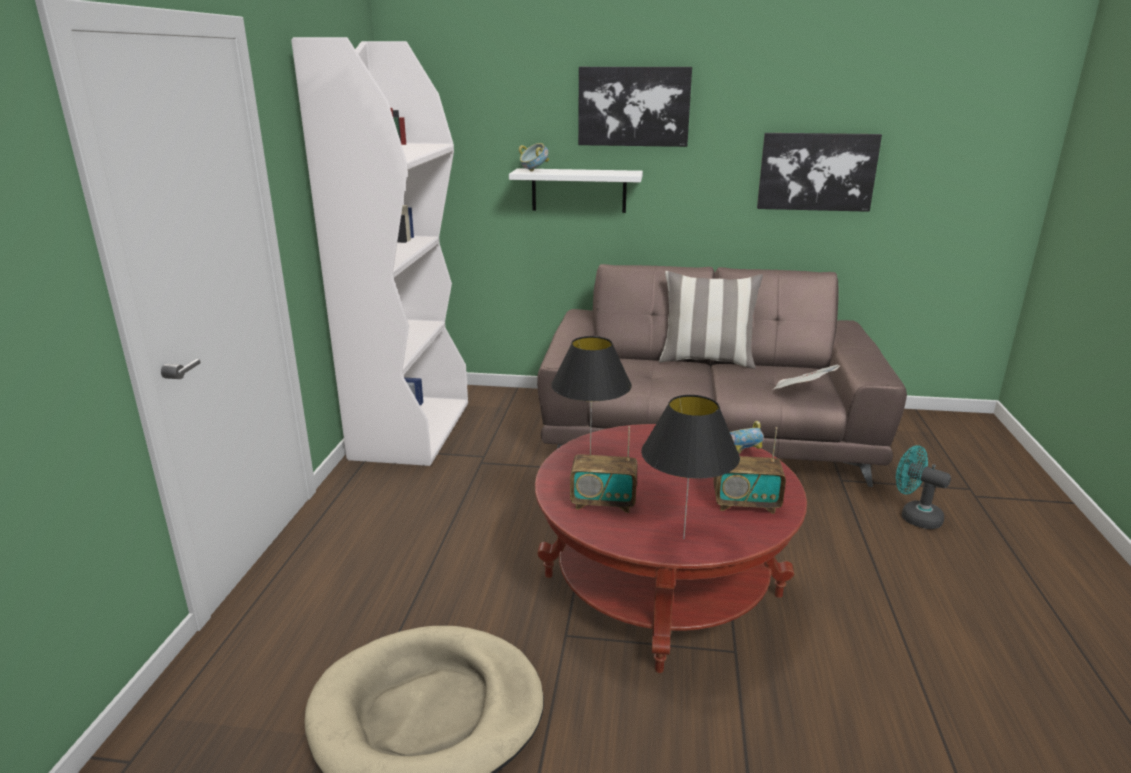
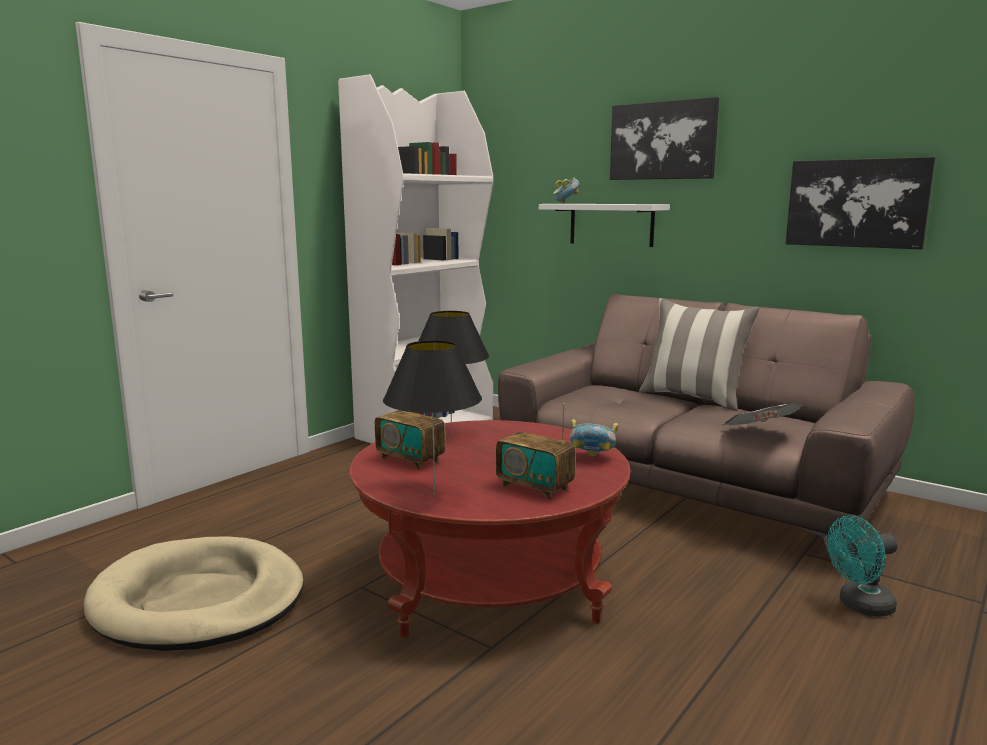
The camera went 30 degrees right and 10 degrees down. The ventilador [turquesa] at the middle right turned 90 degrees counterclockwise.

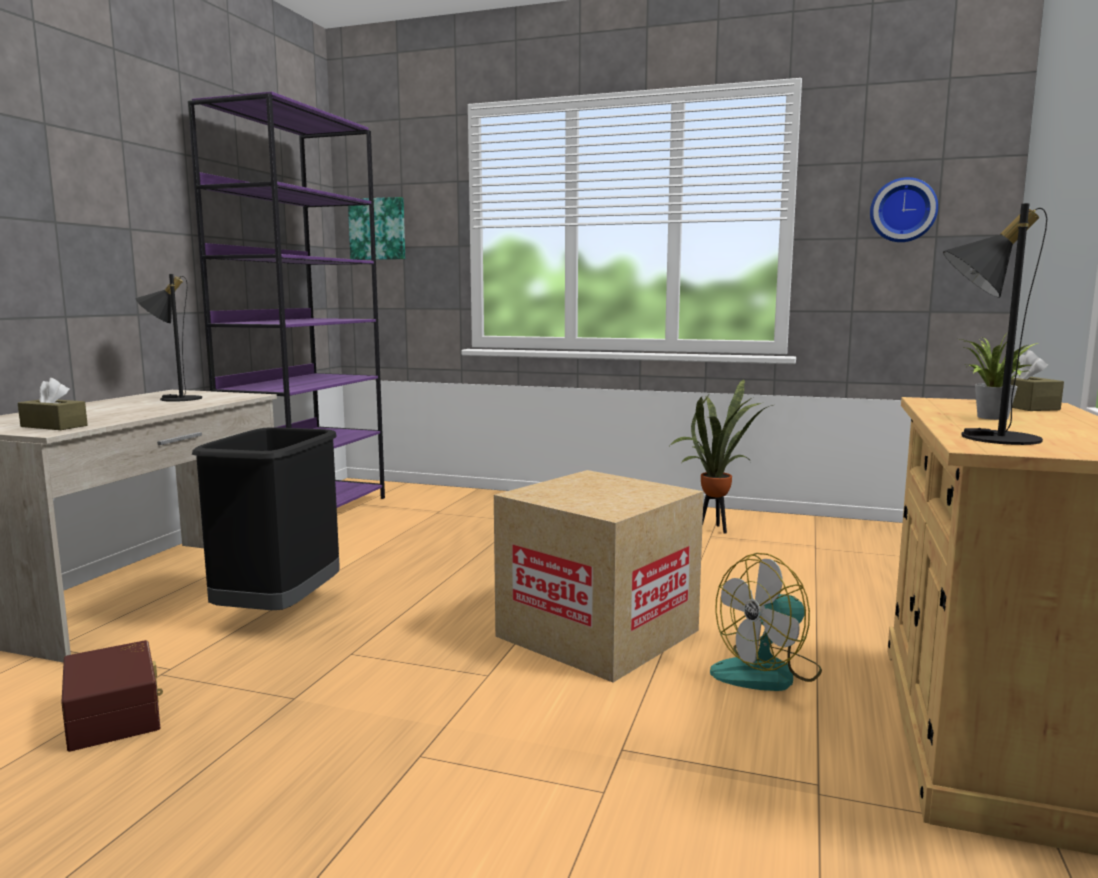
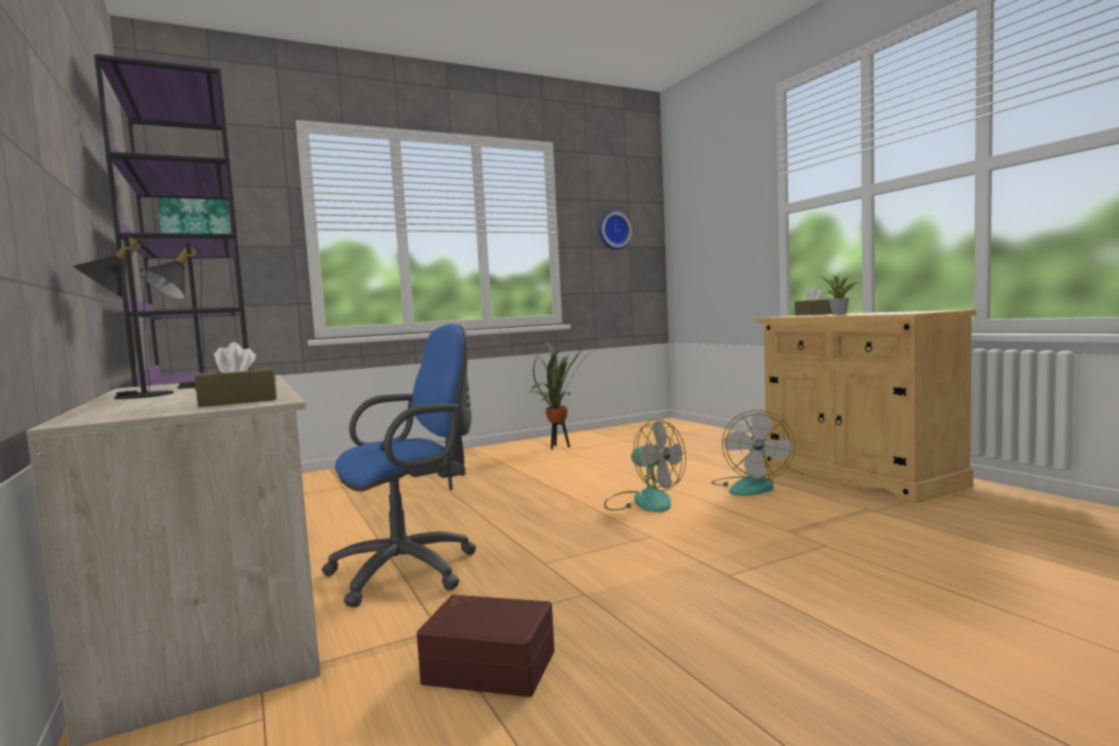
The camera went 45 degrees left and 5 degrees down. The lámpara de mesa [negro] (no. 2 from left in the first image) moved from the middle right to the middle left. The papelera [negro] at the middle left was replaced by the silla de oficina [azul] at the centre. The caja de cartón at the centre was replaced by the ventilador (no. 1 from left) at the centre.

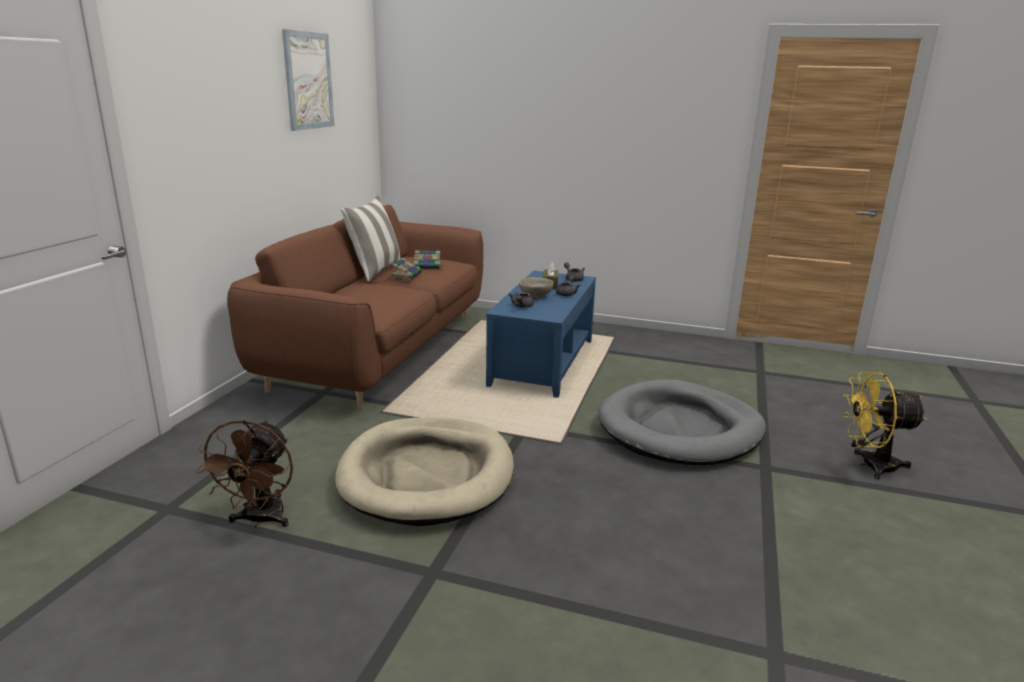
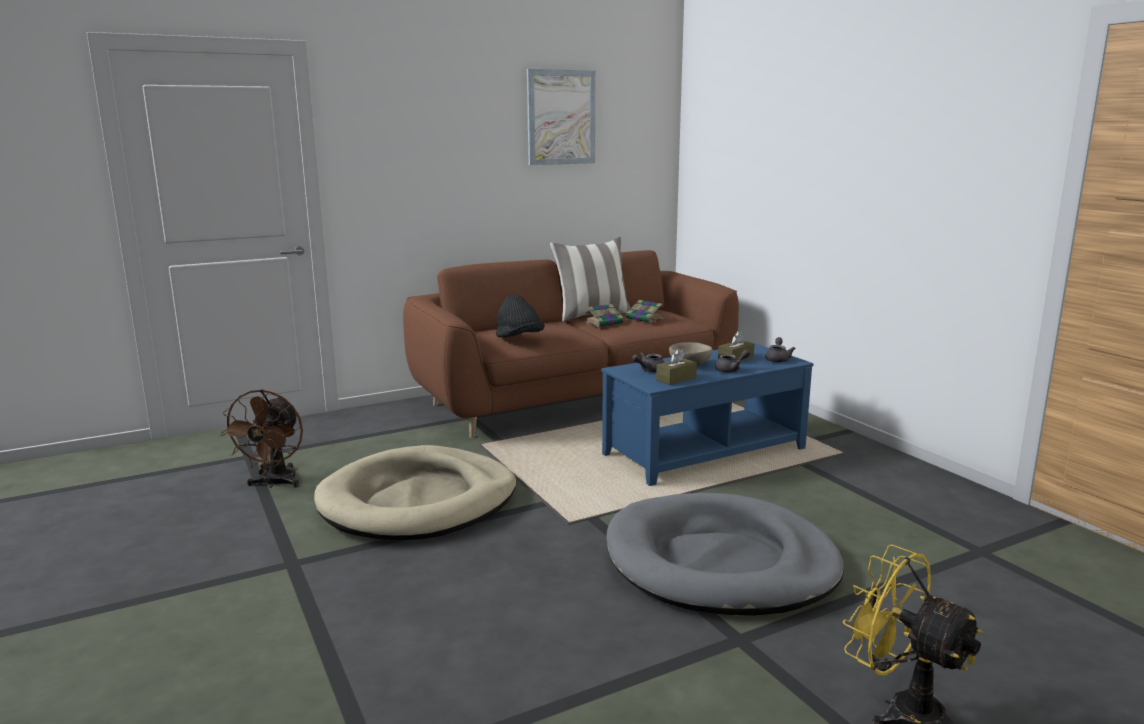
The camera went 45 degrees right and 5 degrees down. The sombrero [negro] at the centre appeared. The caja de pañuelos [marrón] (no. 1 from left) at the centre appeared. The ventilador [marrón] at the bottom left turned 45 degrees counterclockwise.

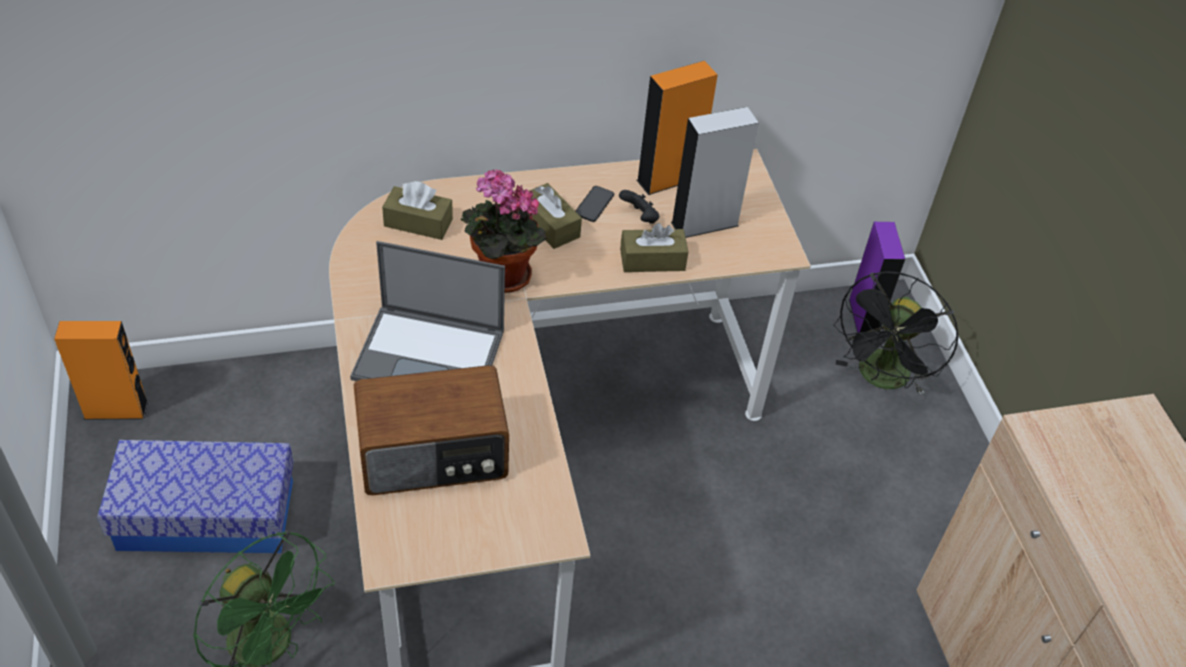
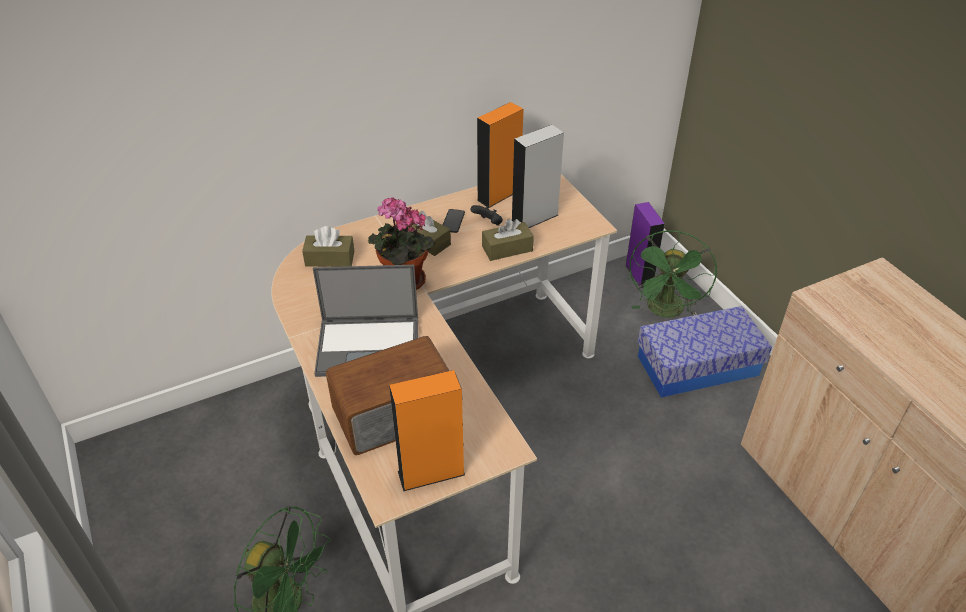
The camera went 10 degrees left and 5 degrees down. The altavoz [naranja] (no. 1 from left) moved from the middle left to the bottom centre. The caja de almacenaje moved from the bottom left to the middle right. The ventilador [negro] at the middle right became the ventilador [verde] (no. 2 from left) at the middle right.

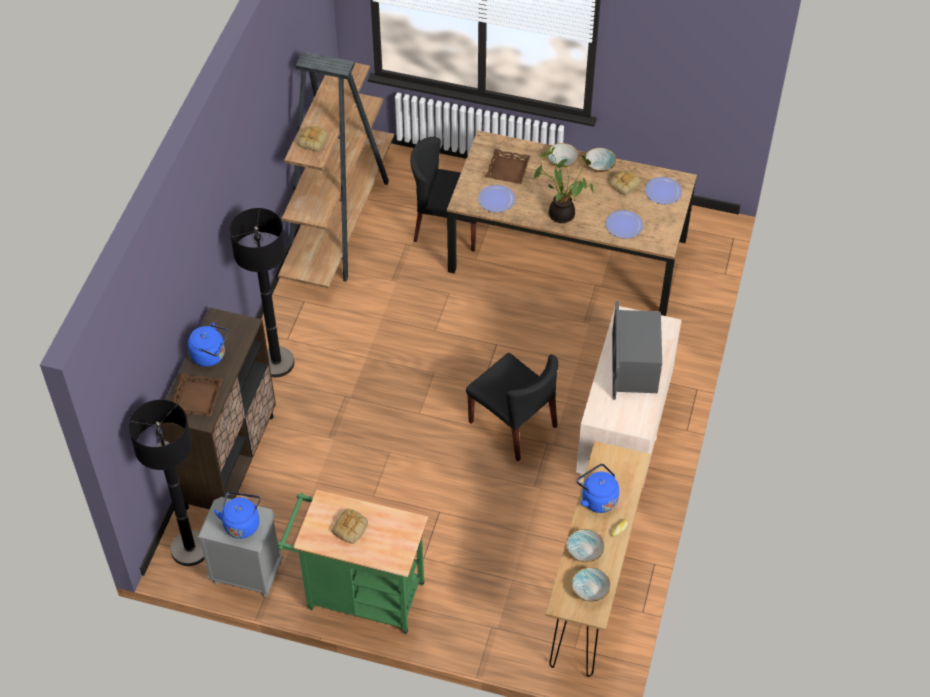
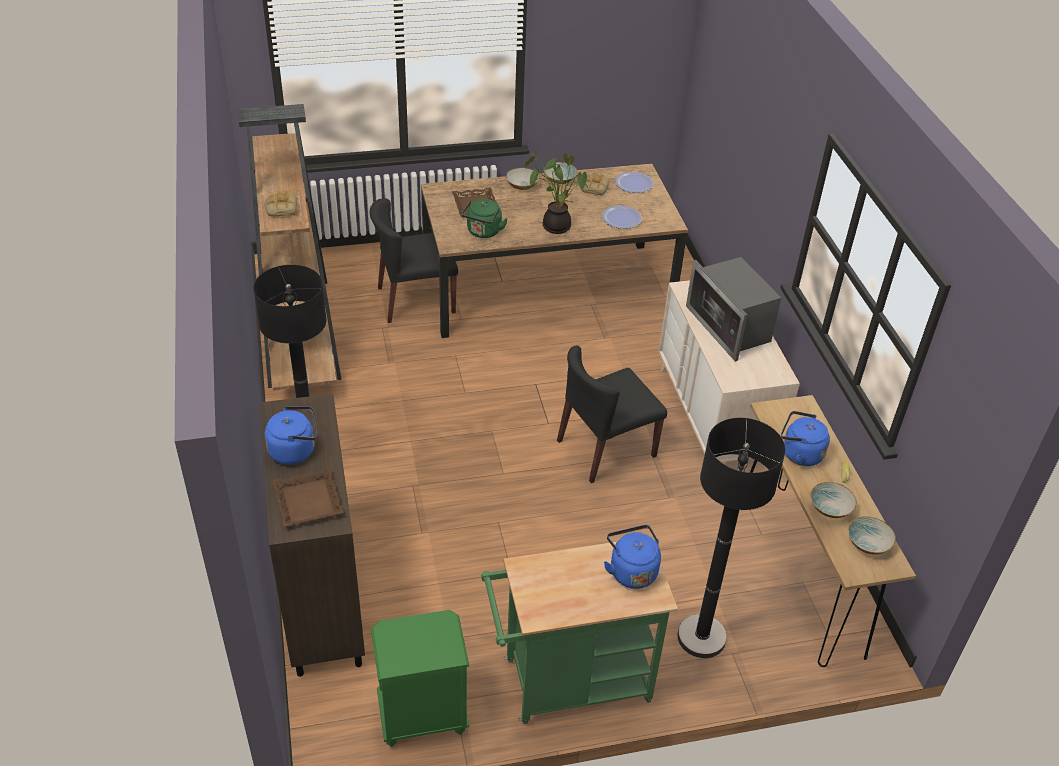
The camera went 30 degrees left and 10 degrees down. The pan (no. 2 from left) at the bottom centre disappeared. The lámpara de pie [negro] (no. 1 from left in the first image) moved from the bottom left to the bottom right. The hervidor [azul] (no. 2 from left) moved from the bottom left to the bottom centre. The plato (no. 1 from left) at the top centre was replaced by the hervidor [verde] at the top centre. The mesita de noche [gris] at the bottom left became the mesita de noche [verde] at the bottom centre. The silla [negro] (no. 2 from left) at the centre turned 135 degrees clockwise.

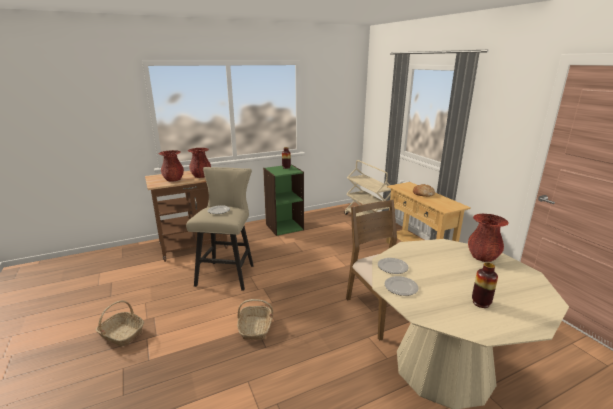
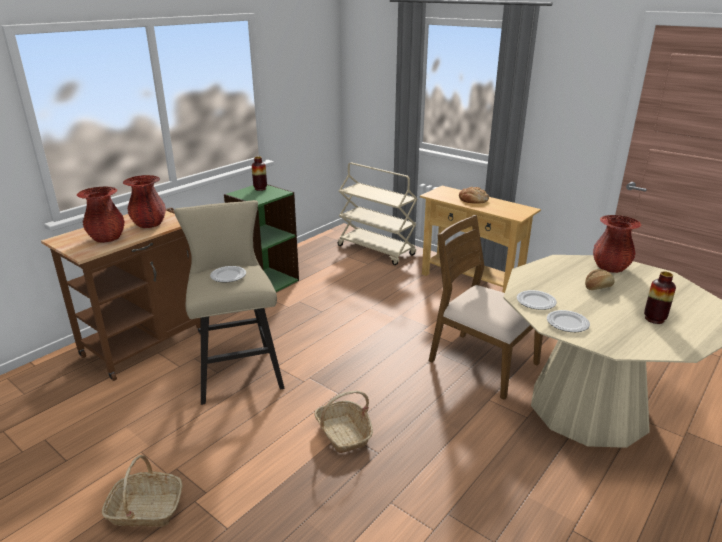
The camera went 25 degrees left and 5 degrees up. The pan (no. 2 from left) at the middle right appeared.

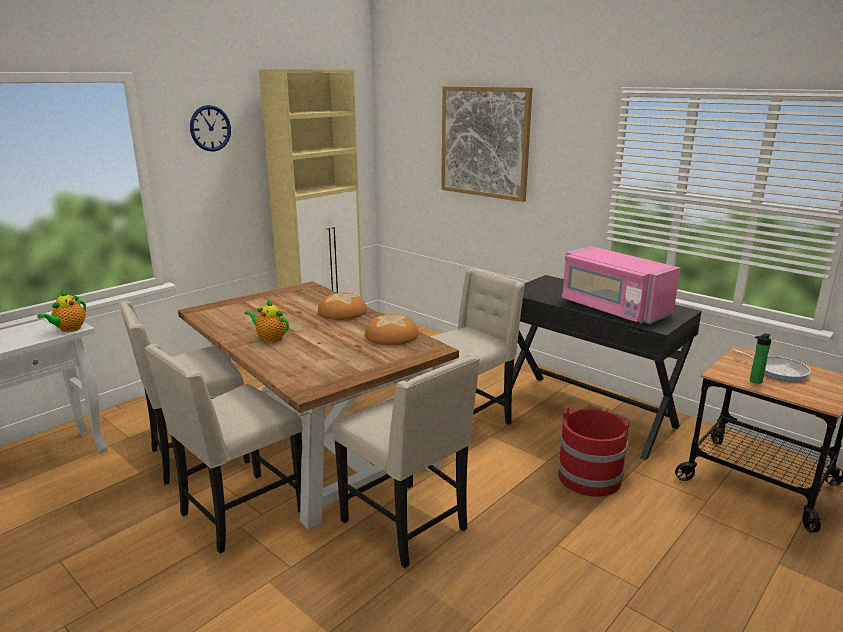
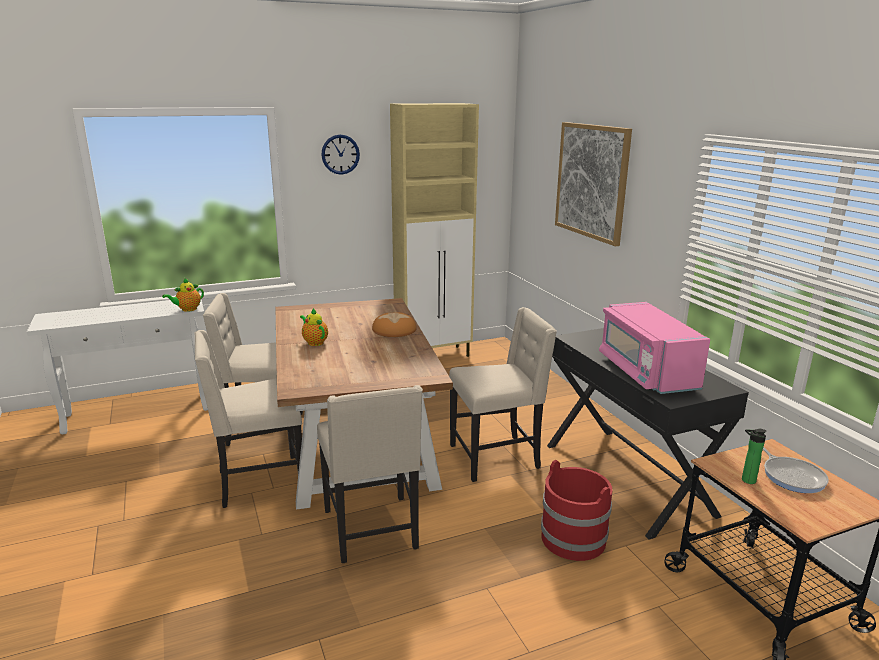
The camera went 25 degrees right and 0 degrees up. The pan (no. 2 from left) at the centre disappeared.

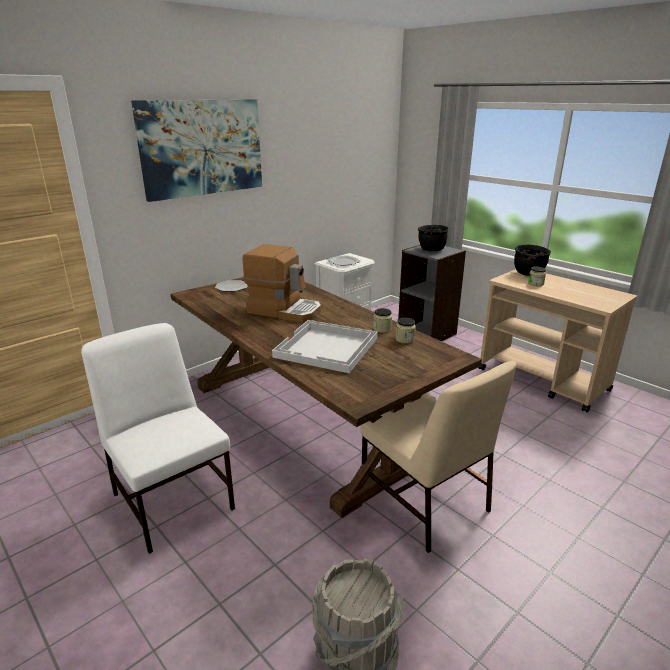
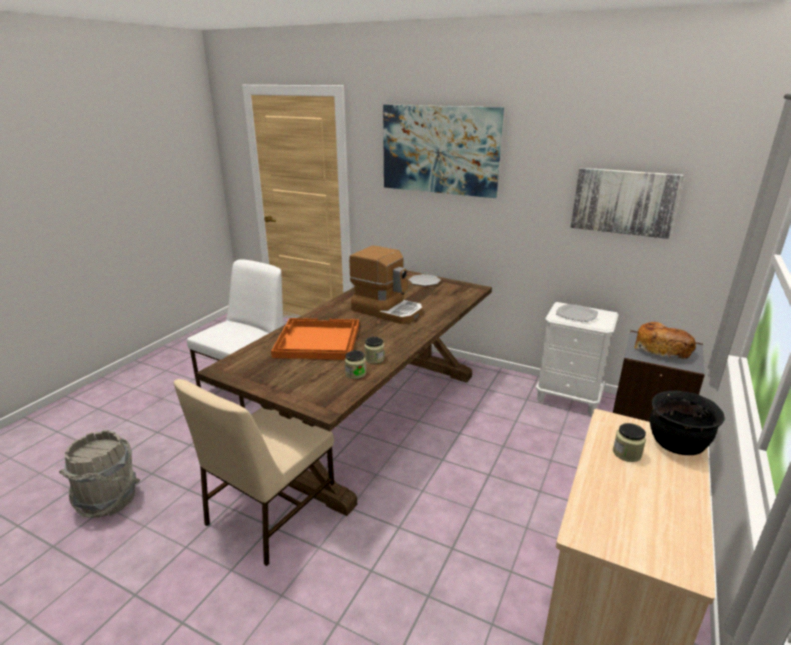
The camera went 70 degrees right and 0 degrees up. The cuadro (no. 2 from left) at the top right appeared. The olla [negro] (no. 1 from left) at the centre was replaced by the pan at the middle right. The bandeja [blanco] at the centre became the bandeja [naranja] at the centre. The cafetera at the centre turned 60 degrees counterclockwise.

